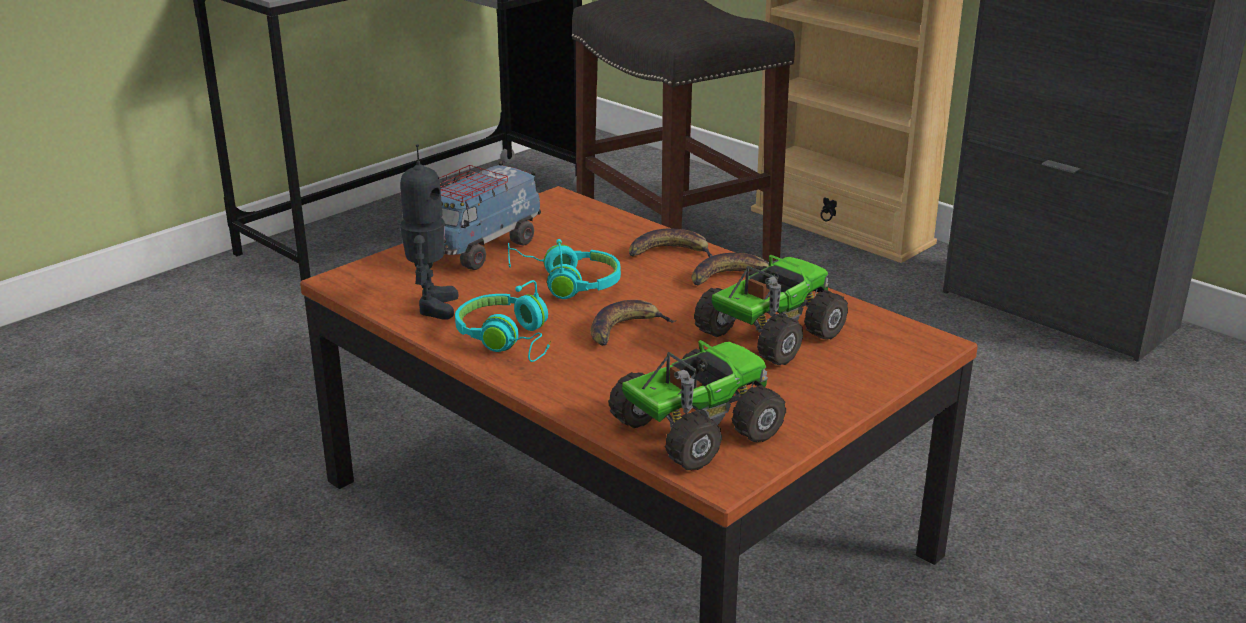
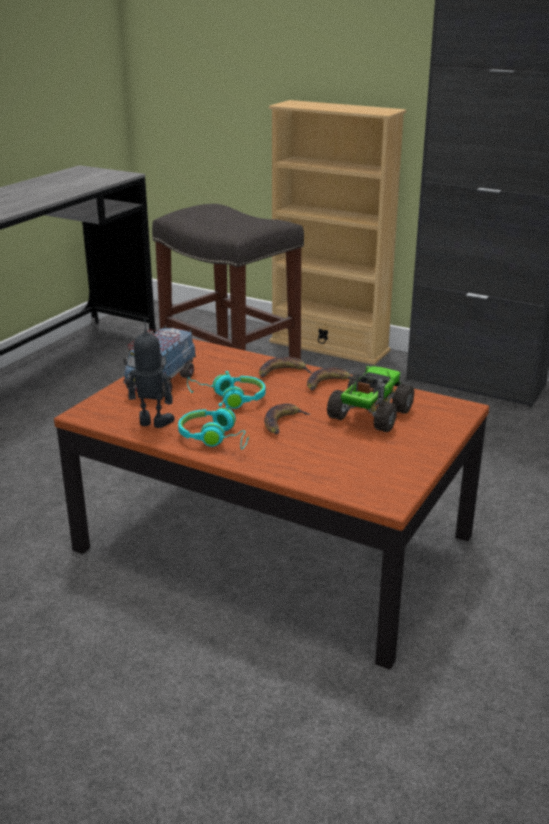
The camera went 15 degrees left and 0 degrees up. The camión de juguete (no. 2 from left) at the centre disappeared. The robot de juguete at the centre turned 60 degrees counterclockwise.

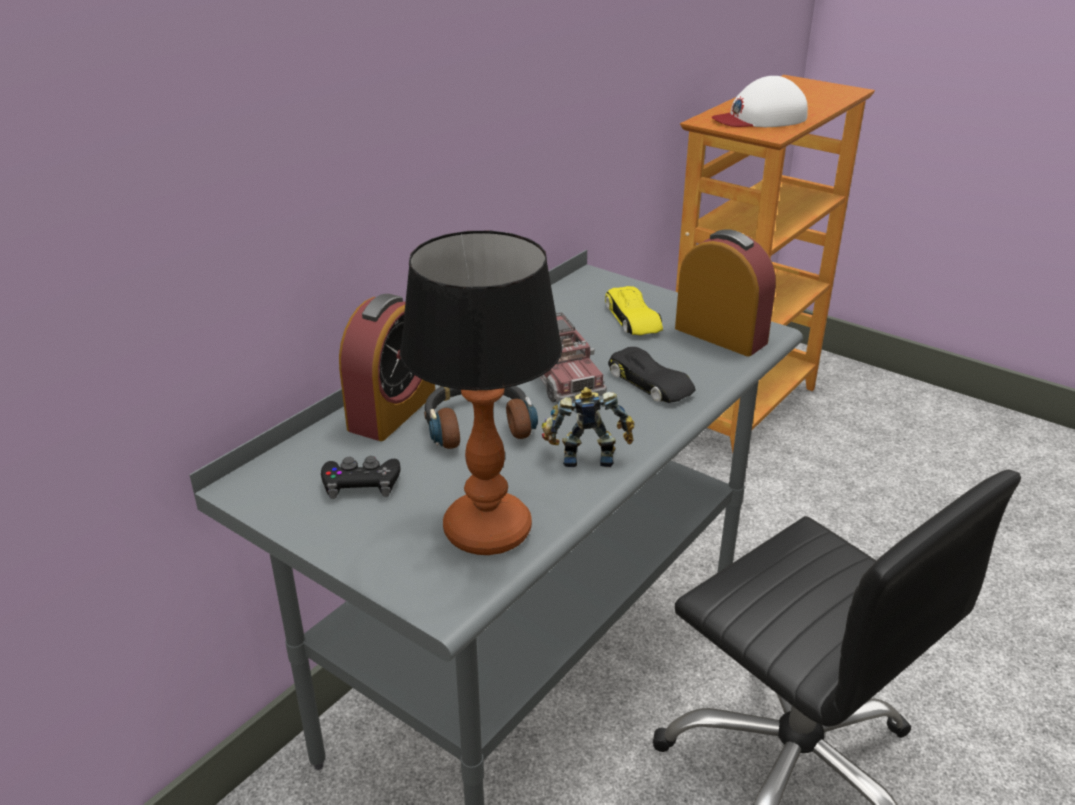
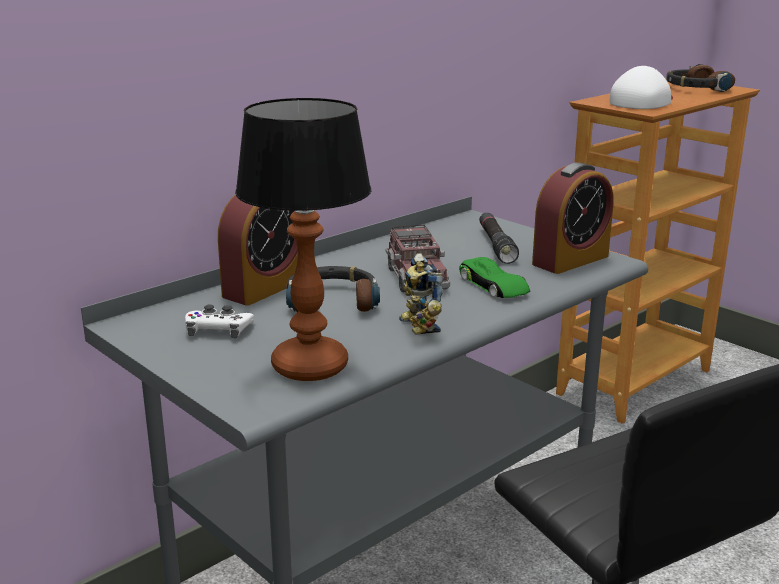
The camera went 10 degrees right and 10 degrees down. The auriculares (no. 2 from left) at the top right appeared. The coche de juguete [amarillo] at the centre was replaced by the linterna [negro] at the centre. The mando de consola [negro] at the centre became the mando de consola [blanco] at the middle left. The coche de juguete [negro] at the centre became the coche de juguete [verde] at the centre. The robot de juguete at the centre turned 120 degrees counterclockwise. The despertador (no. 2 from left) at the middle right turned 90 degrees clockwise. The gorra [blanco] at the top right turned 135 degrees clockwise.

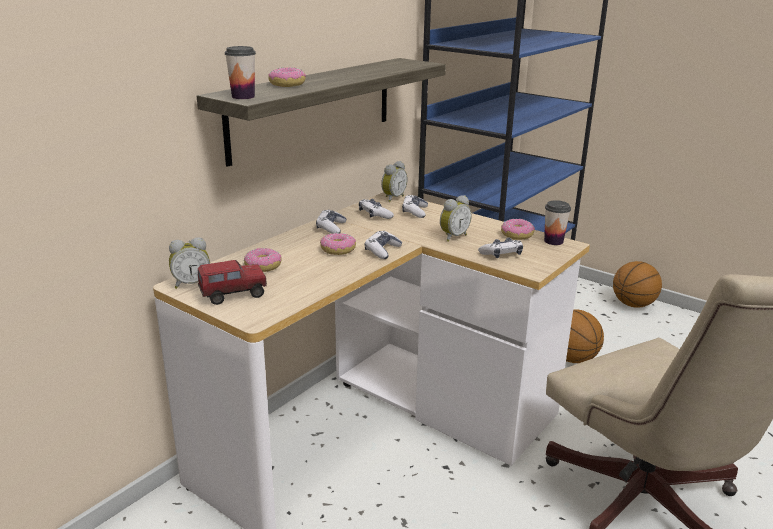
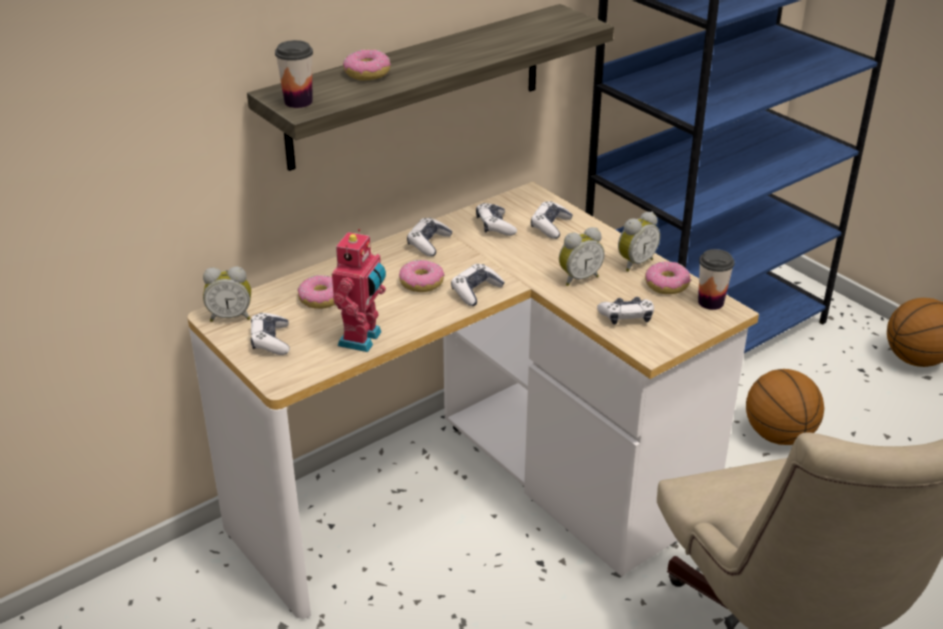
The camera went 15 degrees right and 10 degrees up. The robot de juguete at the centre appeared. The despertador (no. 2 from left in the first image) moved from the centre to the middle right. The camión de juguete at the middle left was replaced by the mando de consola (no. 1 from left) at the middle left.

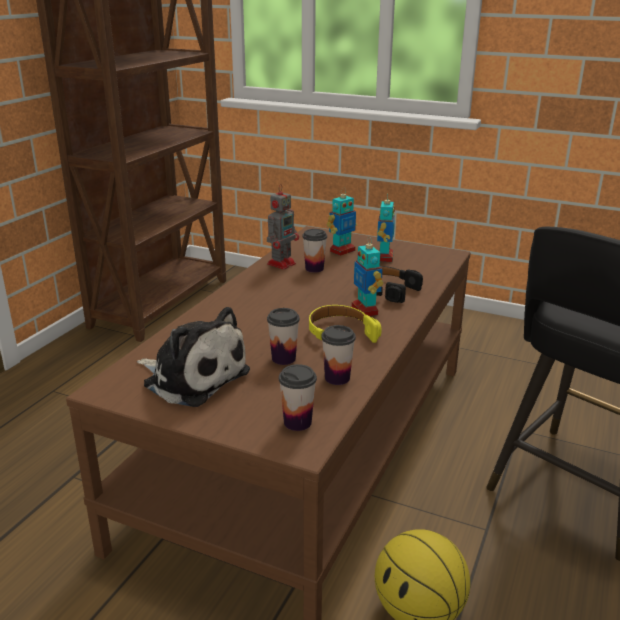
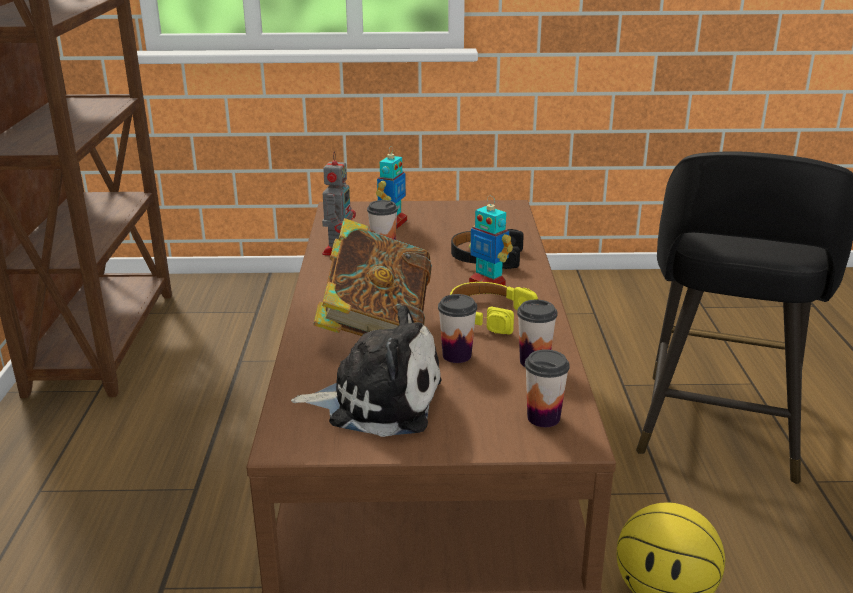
The camera went 25 degrees left and 0 degrees up. The robot de juguete (no. 4 from left) at the centre disappeared. The libro at the centre appeared.

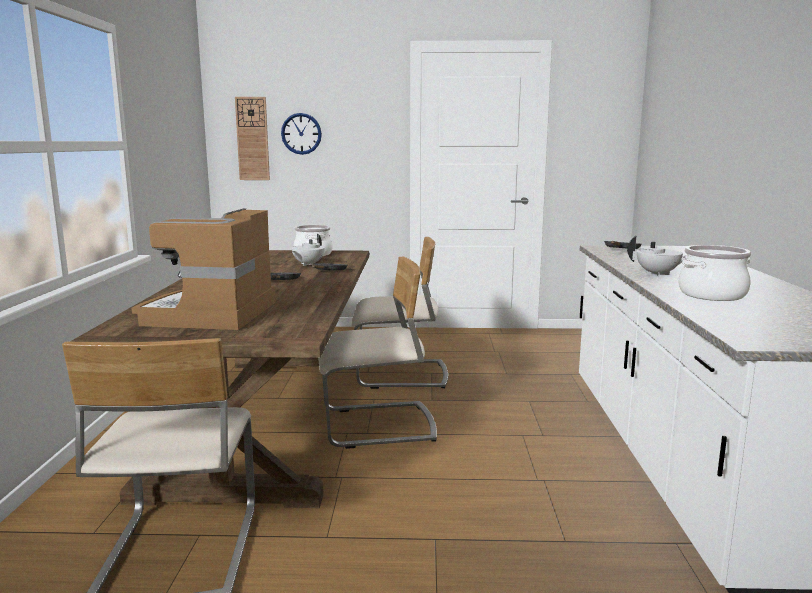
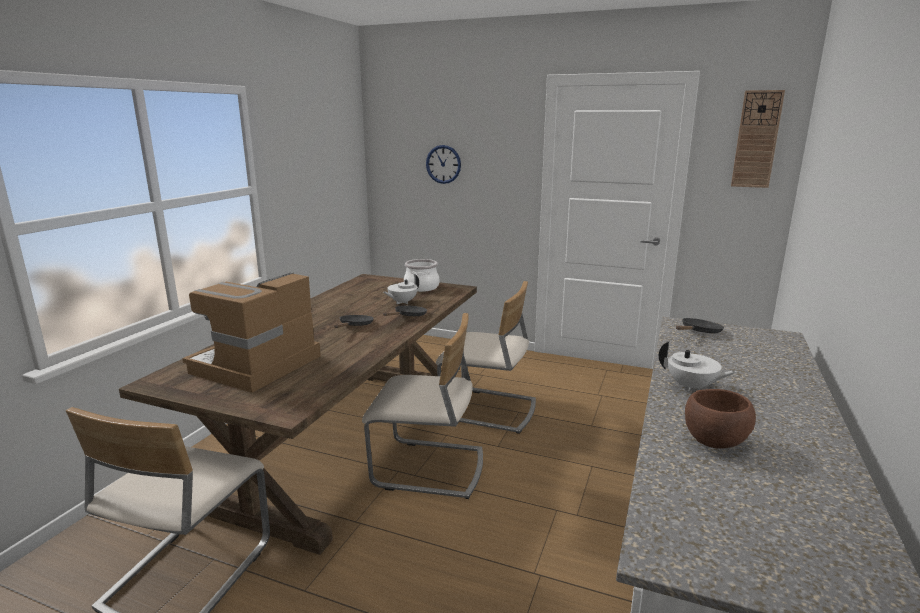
The camera went 20 degrees right and 5 degrees up. The reloj de pared (no. 1 from left in the first image) moved from the top left to the top right. The olla (no. 2 from left) at the middle right was replaced by the cuenco [marrón] at the bottom right.

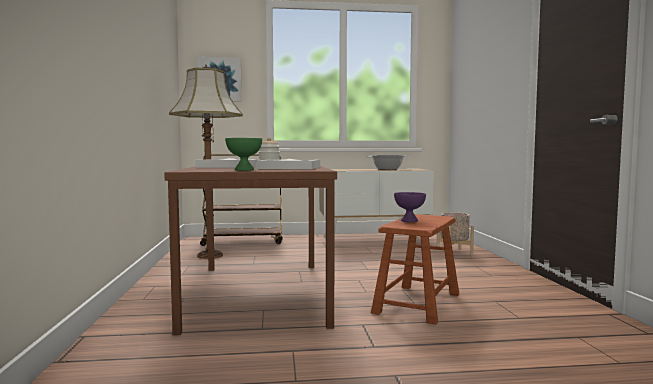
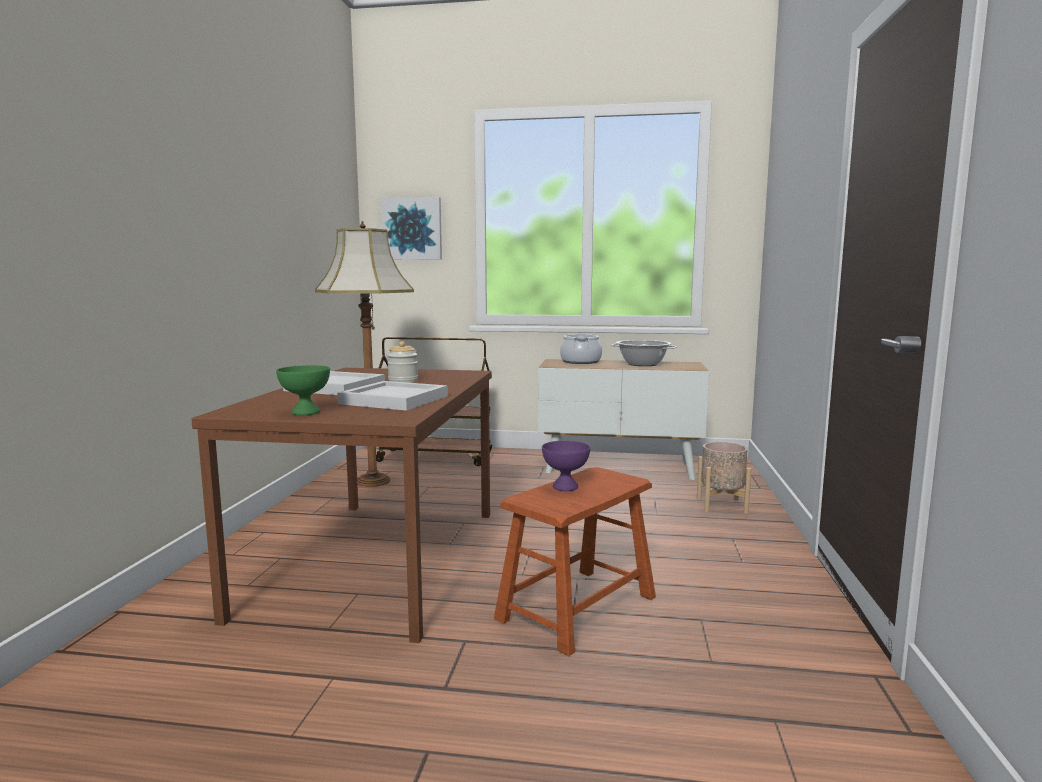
The camera went 15 degrees right and 5 degrees up. The olla (no. 1 from left) at the centre appeared.

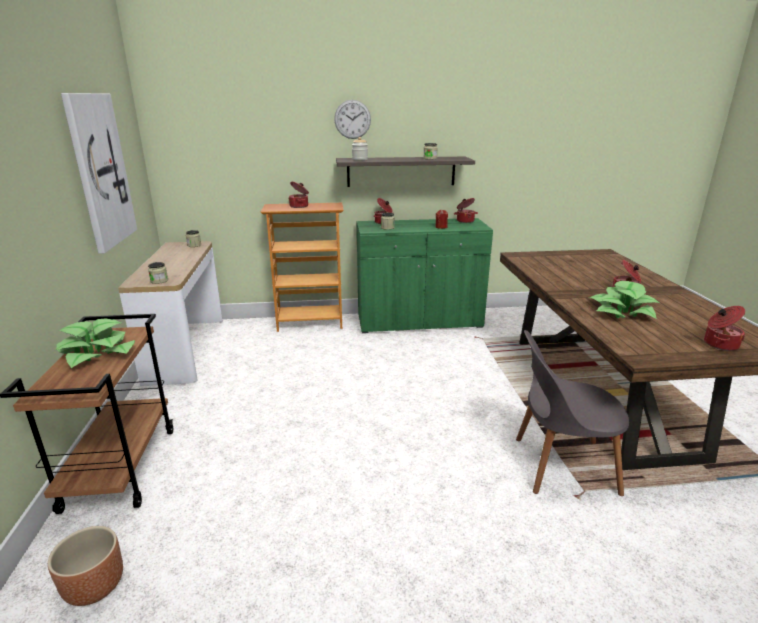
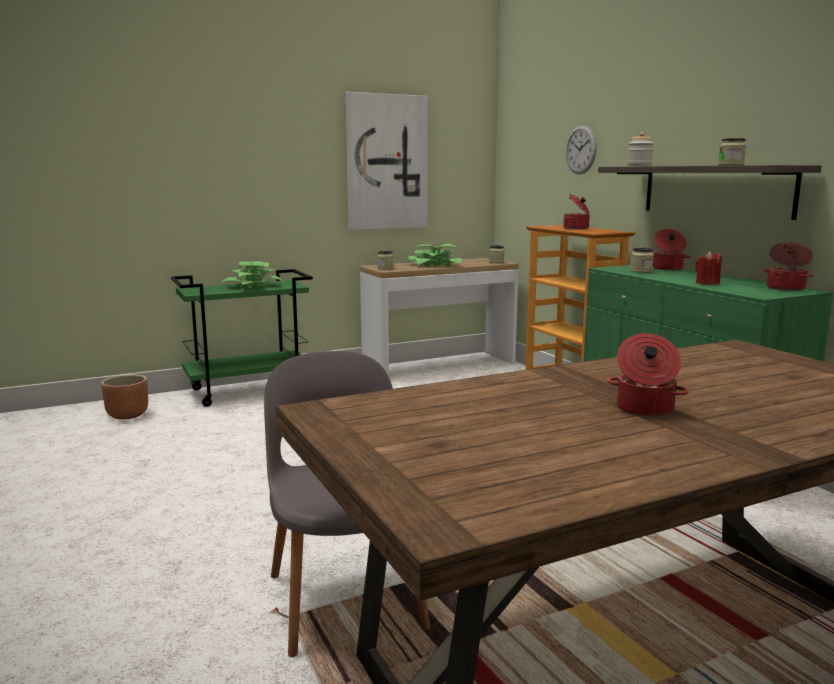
The camera went 70 degrees right and 10 degrees down. The olla (no. 5 from left) at the middle right disappeared. The reloj de pared moved from the top centre to the top right. The planta en maceta (no. 2 from left) moved from the middle right to the centre. The carrito [marrón] at the middle left became the carrito [verde] at the middle left.

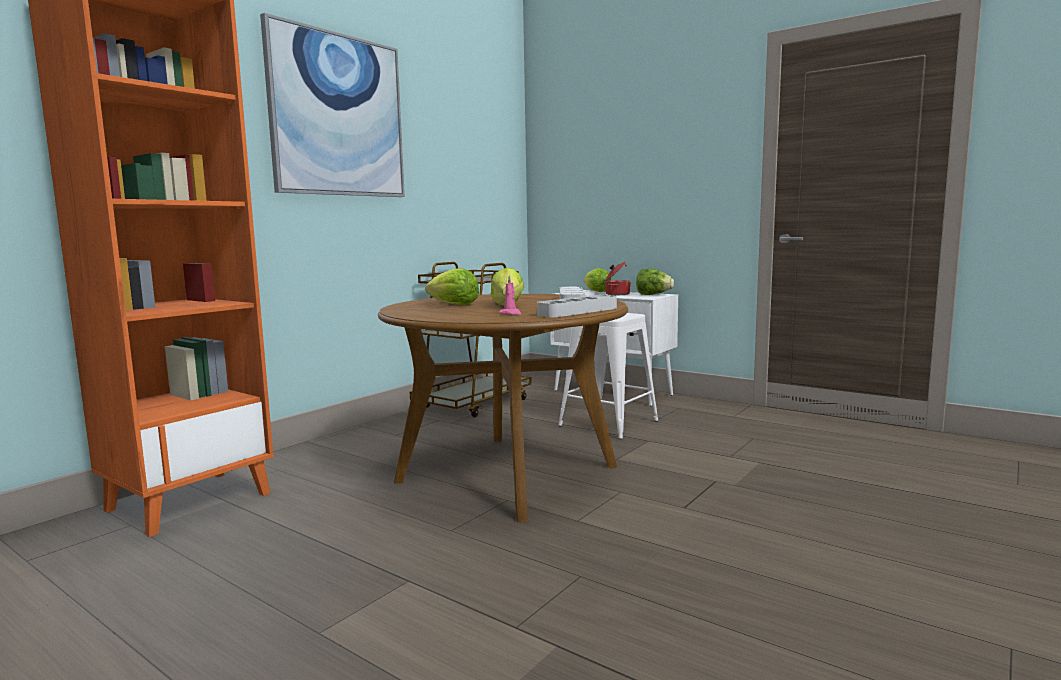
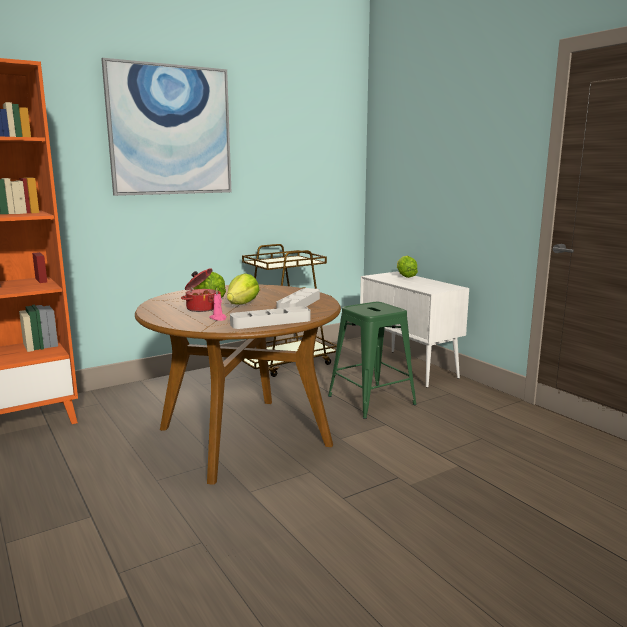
The camera went 20 degrees right and 5 degrees up. The lechuga (no. 4 from left) at the centre disappeared. The olla moved from the centre to the middle left. The taburete [blanco] at the centre became the taburete [verde] at the centre.

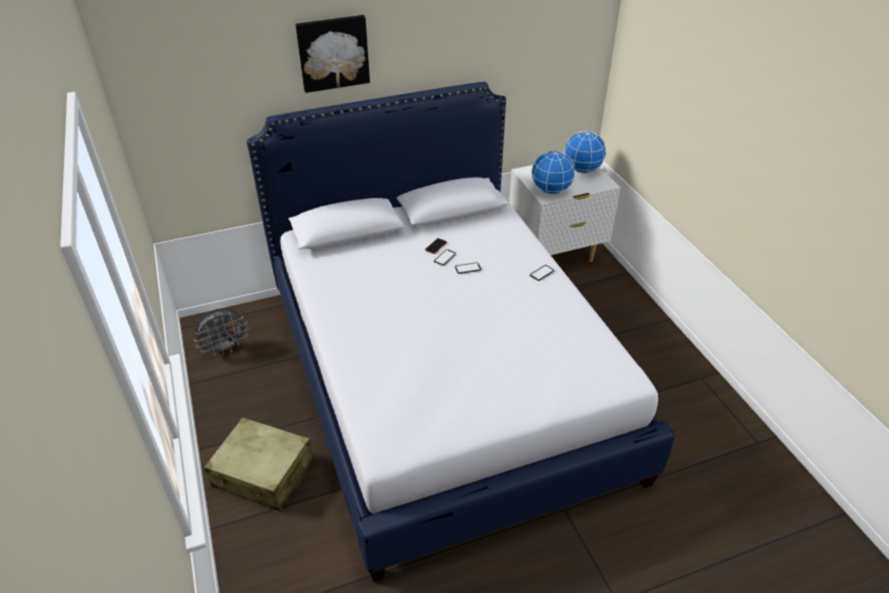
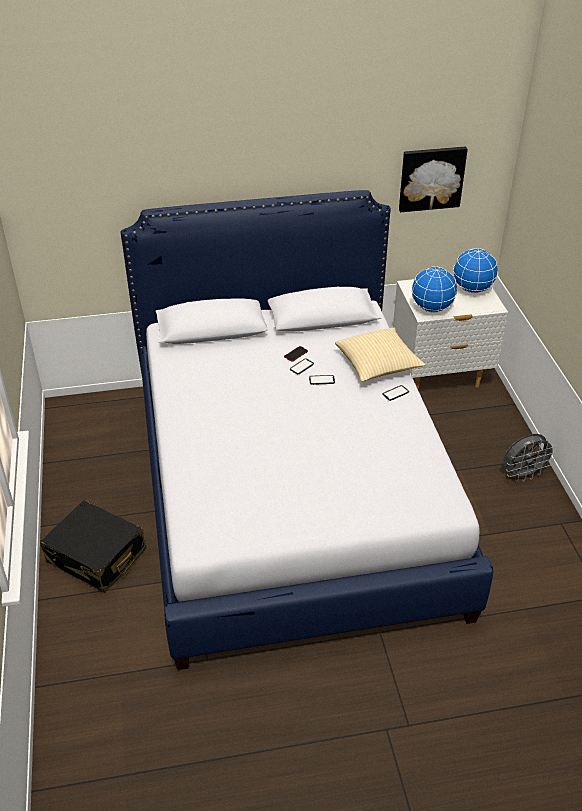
The camera went 10 degrees right and 0 degrees up. The cojín at the centre appeared. The ventilador [gris] moved from the middle left to the middle right. The cuadro moved from the top centre to the top right. The maleta [beis] at the bottom left became the maleta [negro] at the bottom left.

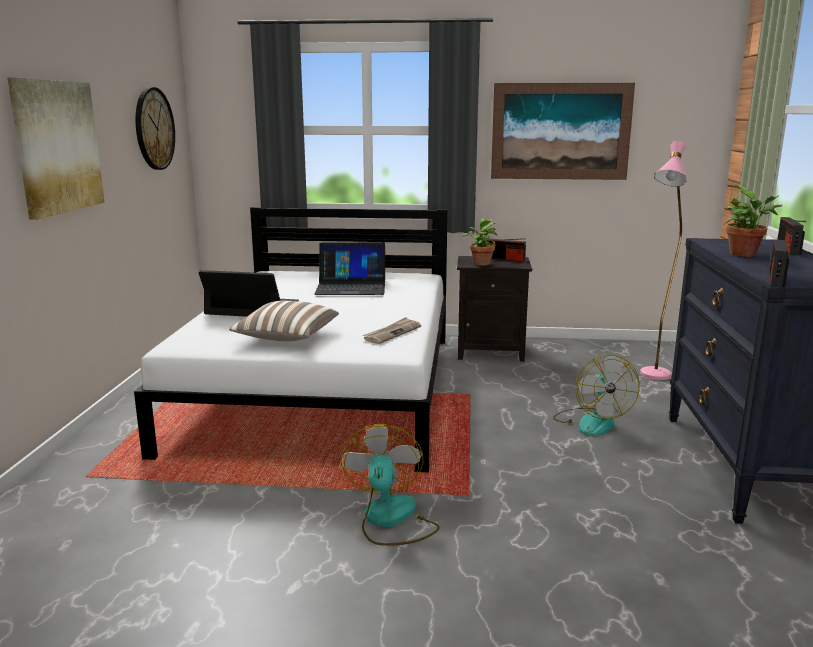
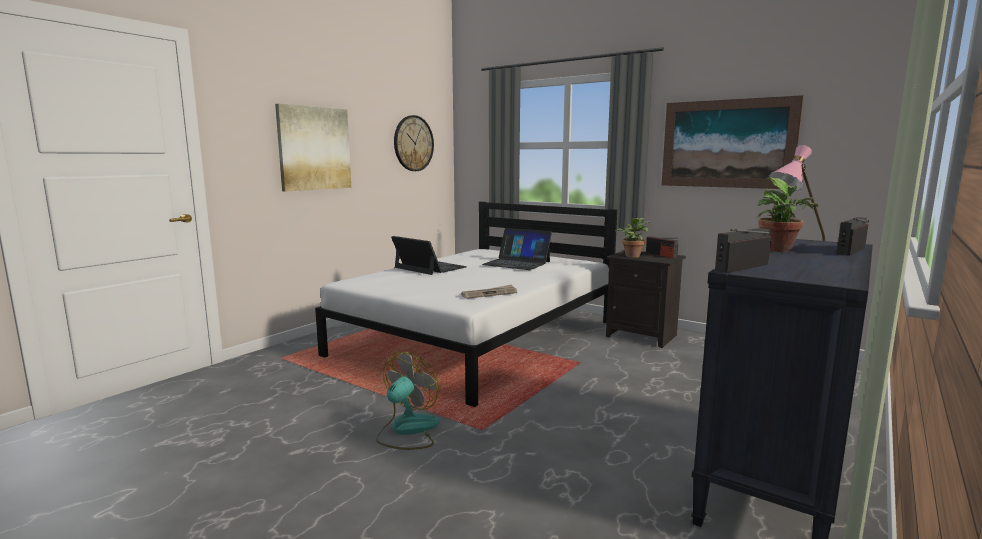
The camera went 30 degrees right and 5 degrees down. The cojín at the centre disappeared. The ventilador (no. 2 from left) at the middle right disappeared.

